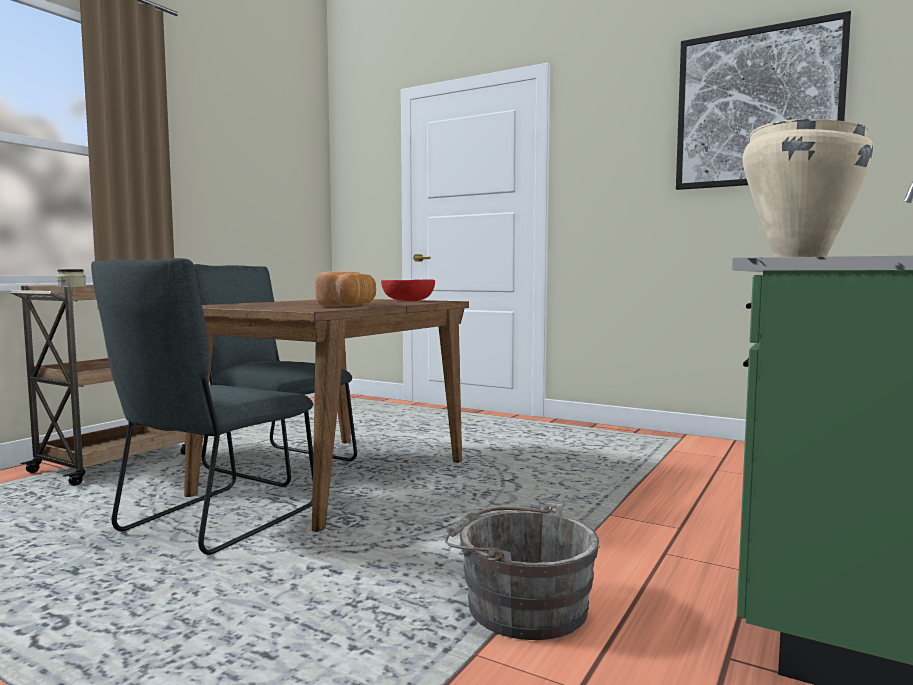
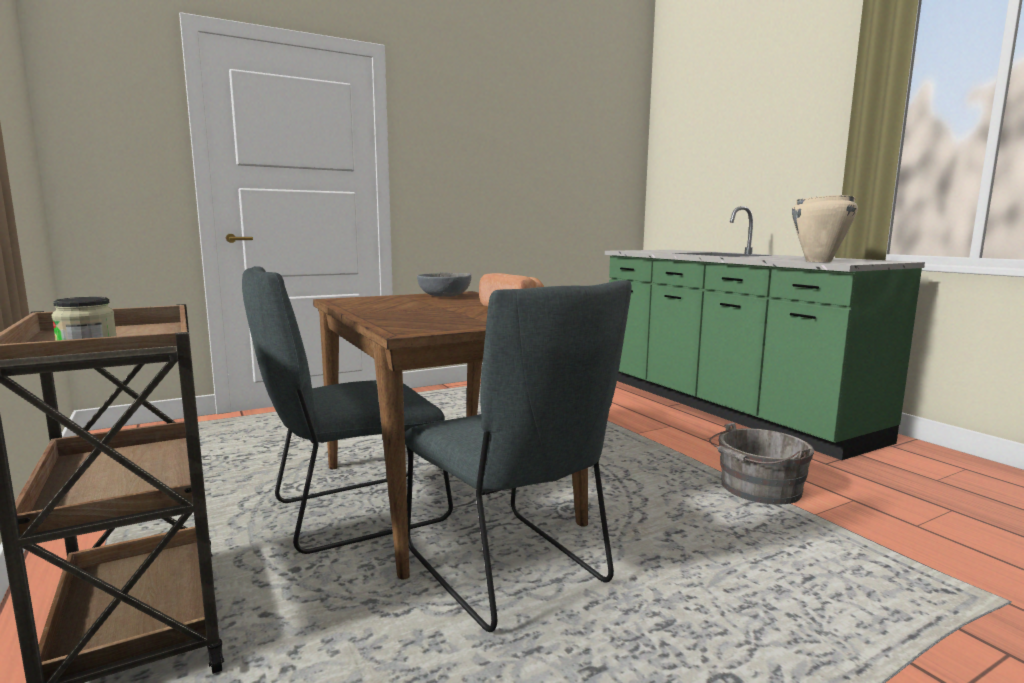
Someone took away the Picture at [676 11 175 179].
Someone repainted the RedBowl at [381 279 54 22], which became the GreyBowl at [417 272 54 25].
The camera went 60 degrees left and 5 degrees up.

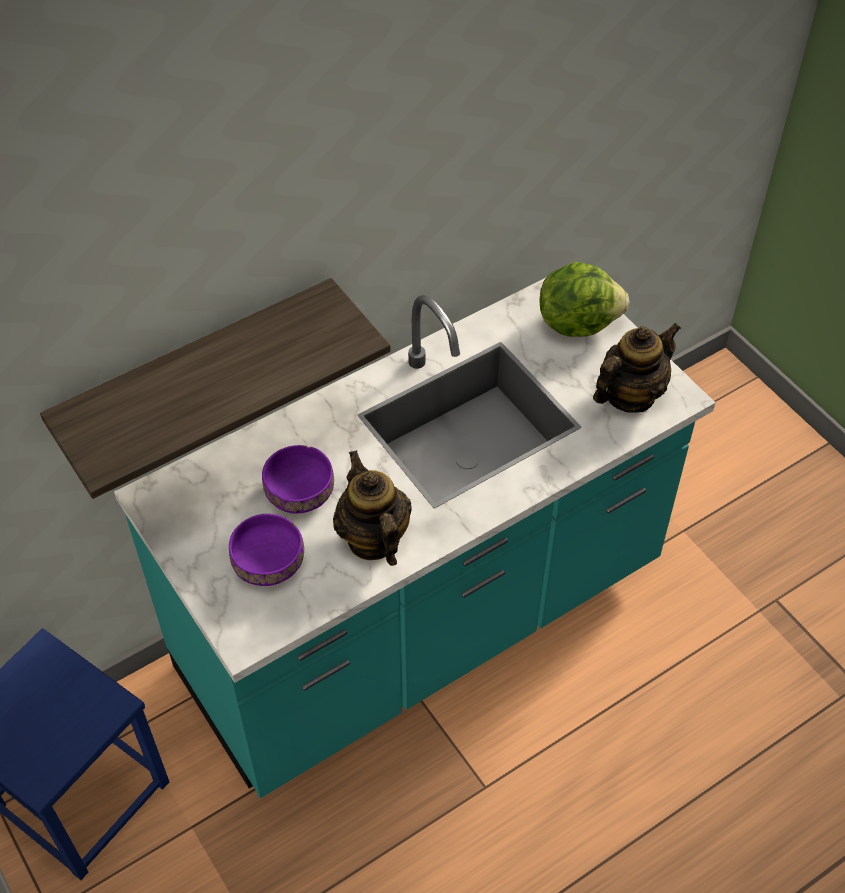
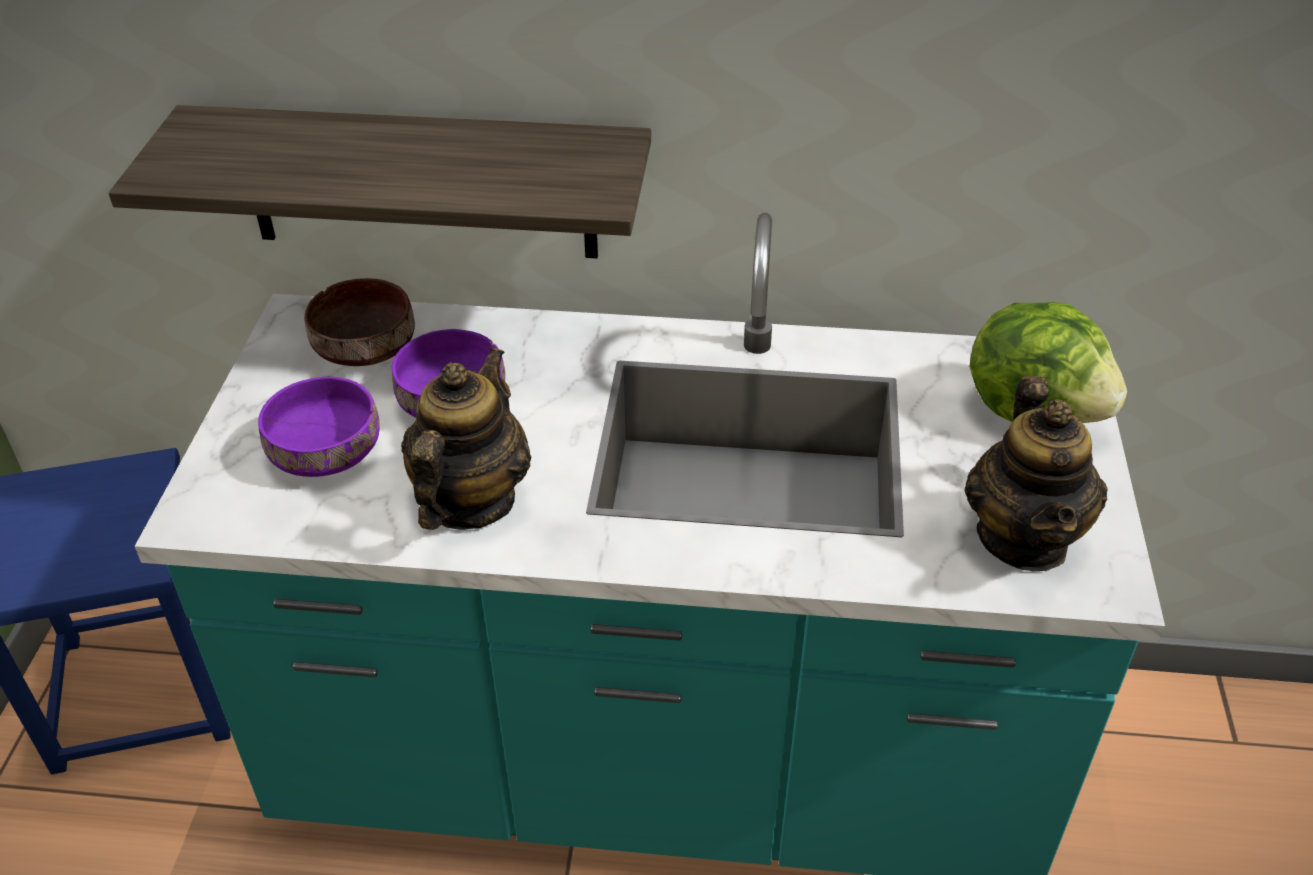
Someone put down the BrownBowl at [304 278 111 88].
Someone rotated the Teapot at [593 323 88 90] by 90 degrees clockwise.
The camera went 40 degrees right and 10 degrees down.

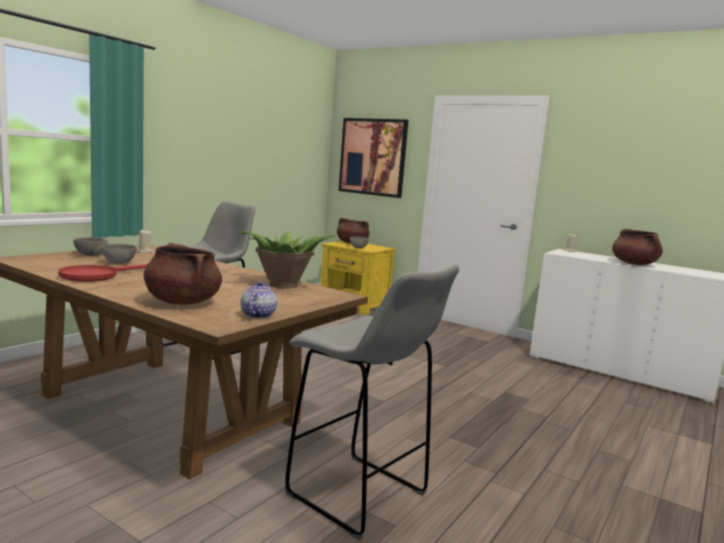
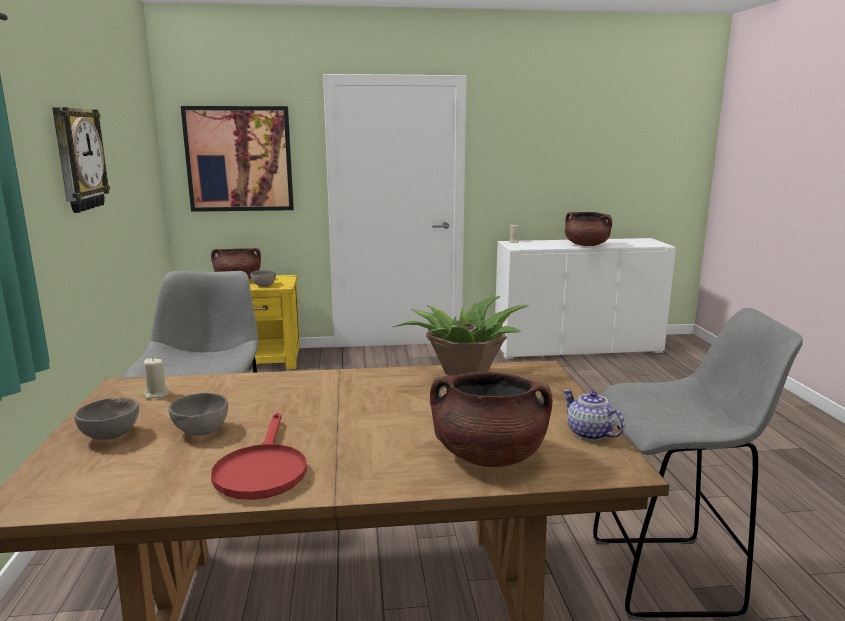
Someone put up the WallClock at [52 107 58 106].
The camera went 40 degrees left and 5 degrees up.

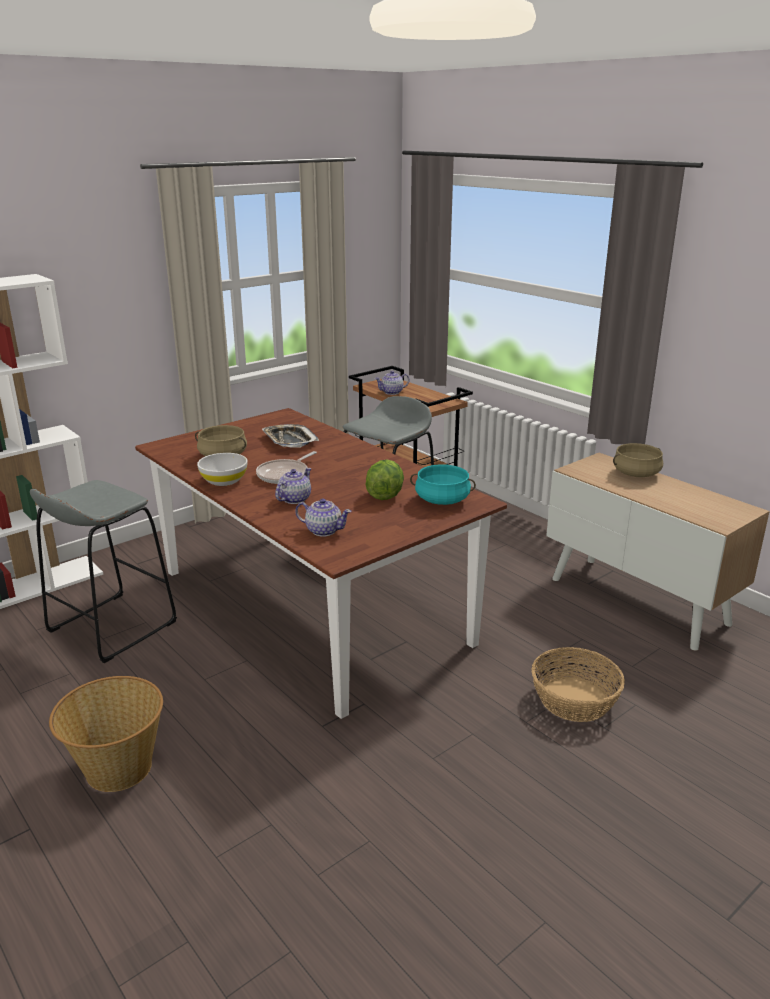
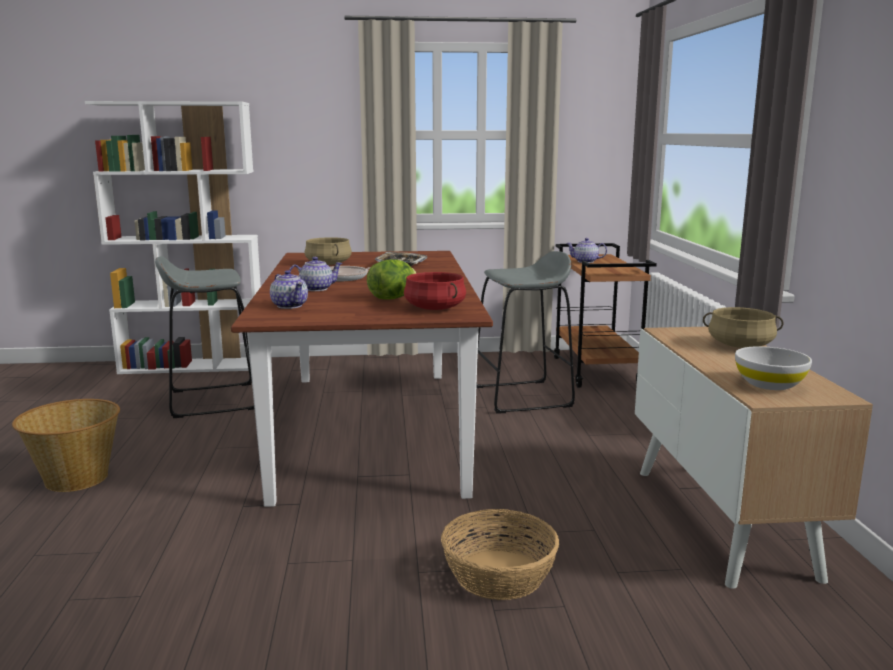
Someone carried the WhiteBowl from [197 453 51 33] to [735 346 77 44].
Someone repainted the TurquoiseCookingPot at [410 464 66 41], which became the RedCookingPot at [404 272 62 38].
The camera went 35 degrees right and 10 degrees down.

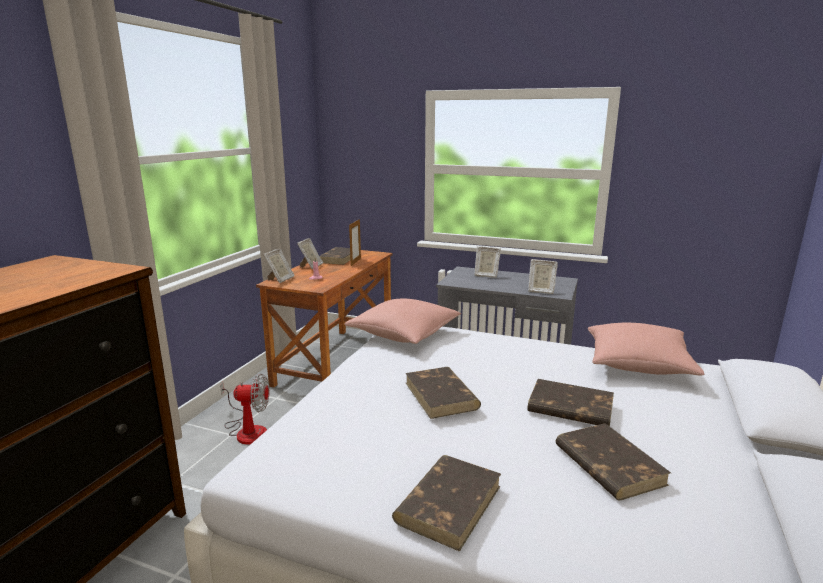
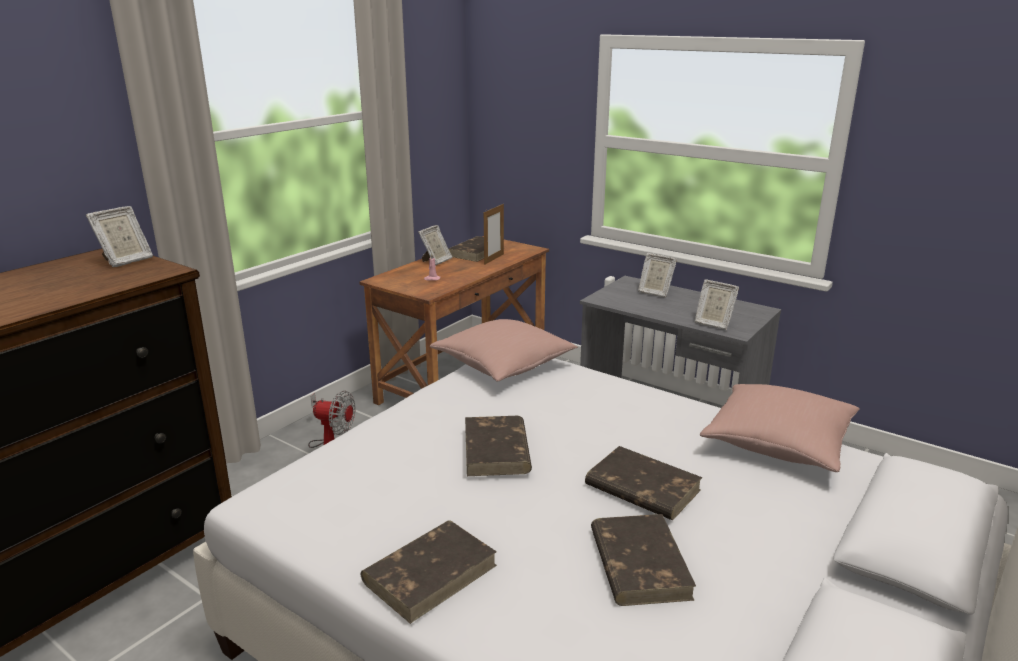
Someone carried the PictureFrame from [263 248 31 35] to [86 206 67 61].
The camera went 15 degrees right and 5 degrees up.

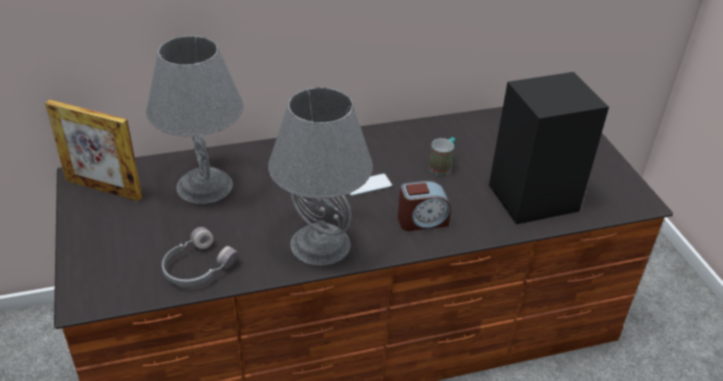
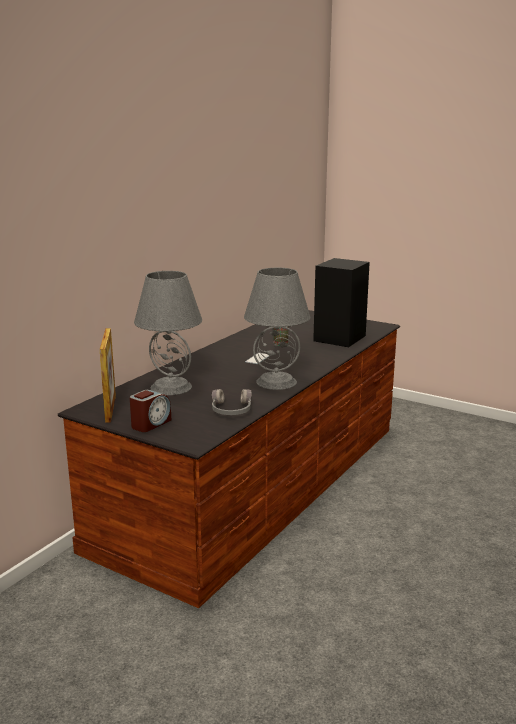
Someone carried the AlarmClock from [398 181 53 50] to [130 390 41 42].
Someone rotated the PictureFrame at [45 99 97 102] by 75 degrees counterclockwise.
The camera went 40 degrees left and 20 degrees down.

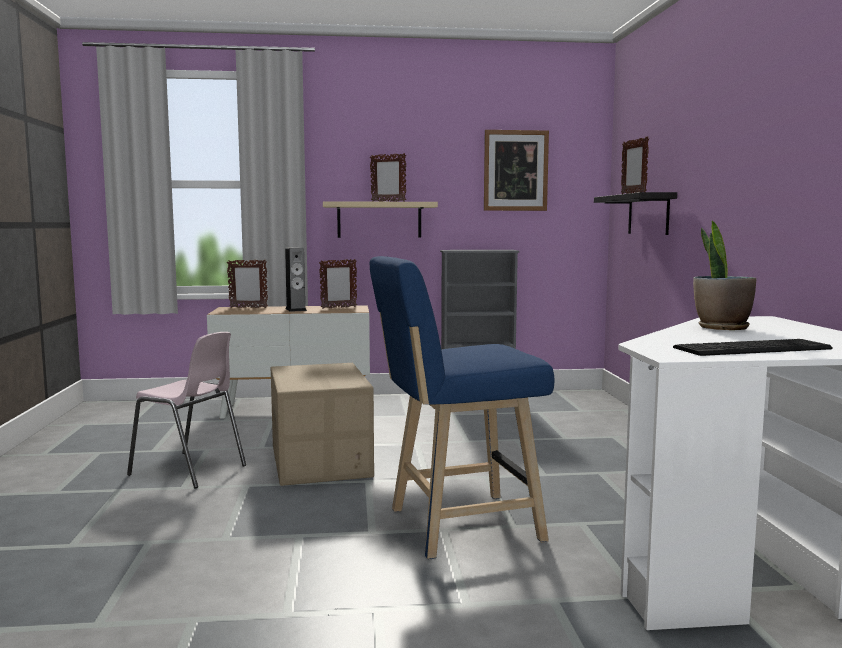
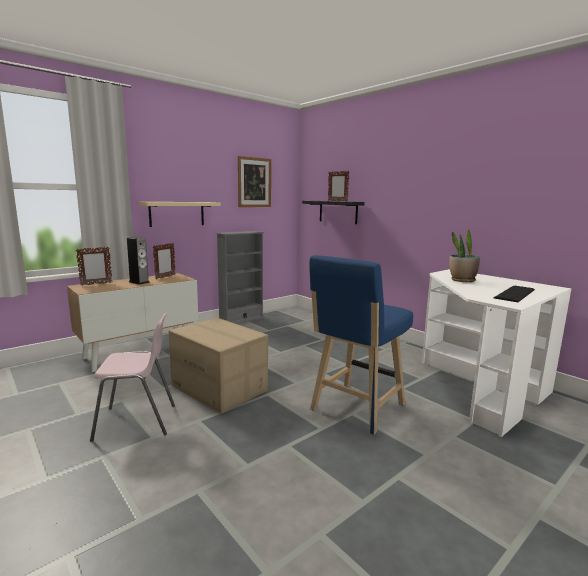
Someone took away the PictureFrame at [370 153 36 49].
The camera went 35 degrees left and 5 degrees up.

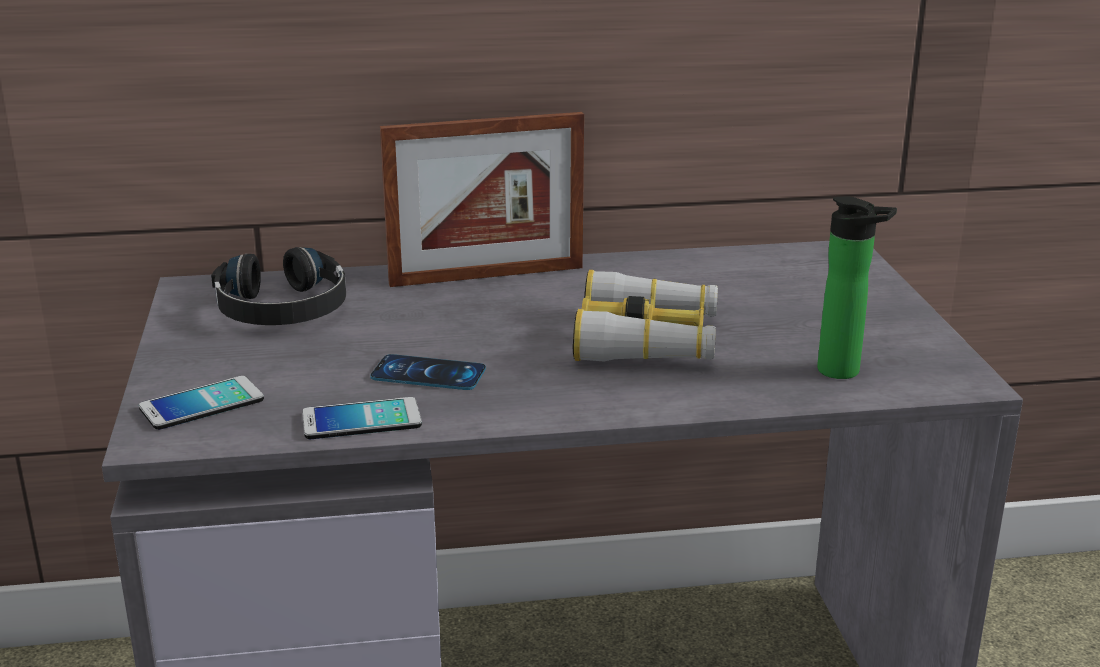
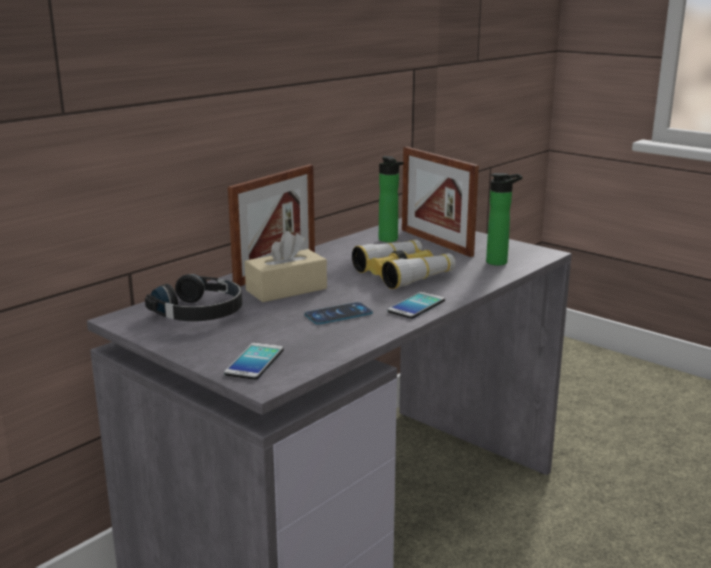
Someone put down the BeigeTissueBox at [245 231 82 71].
Someone put down the Bottle at [379 156 25 86].
Someone put down the PictureFrame at [402 147 77 110].
Someone carried the Phone from [302 397 120 42] to [387 292 58 27].
The camera went 40 degrees left and 5 degrees down.

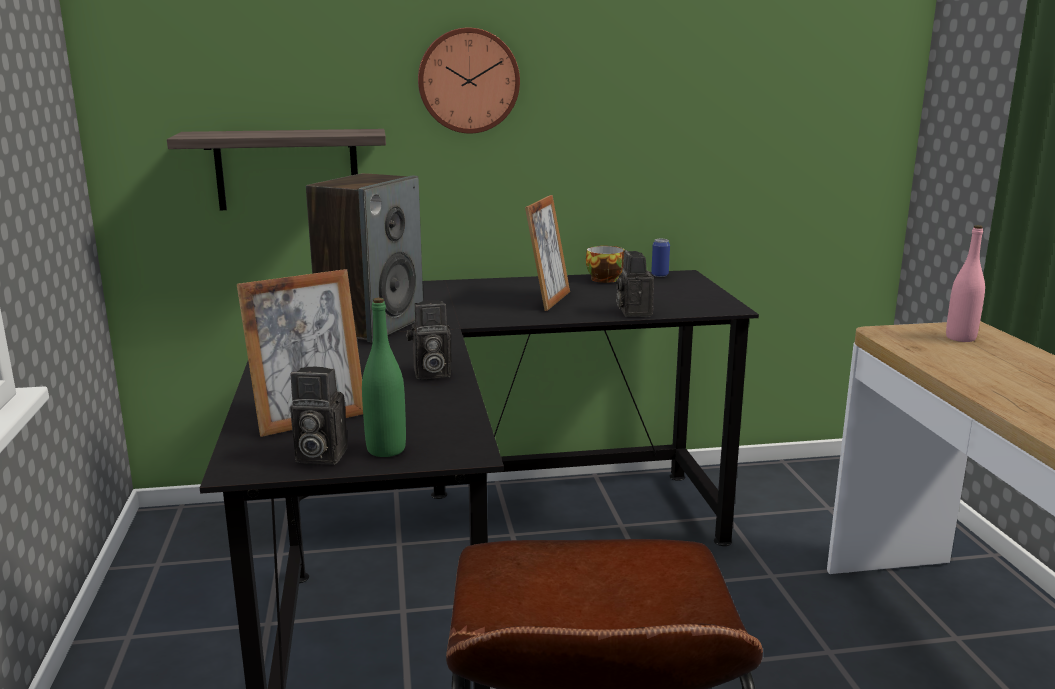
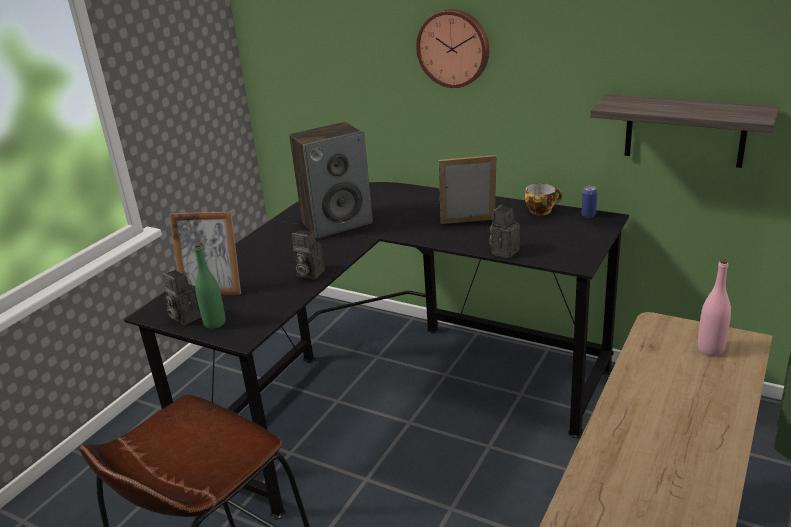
Someone carried the Shelf from [167 129 219 81] to [590 94 189 74].
Someone rotated the PictureFrame at [525 195 45 116] by 150 degrees counterclockwise.
The camera went 40 degrees right and 10 degrees up.

